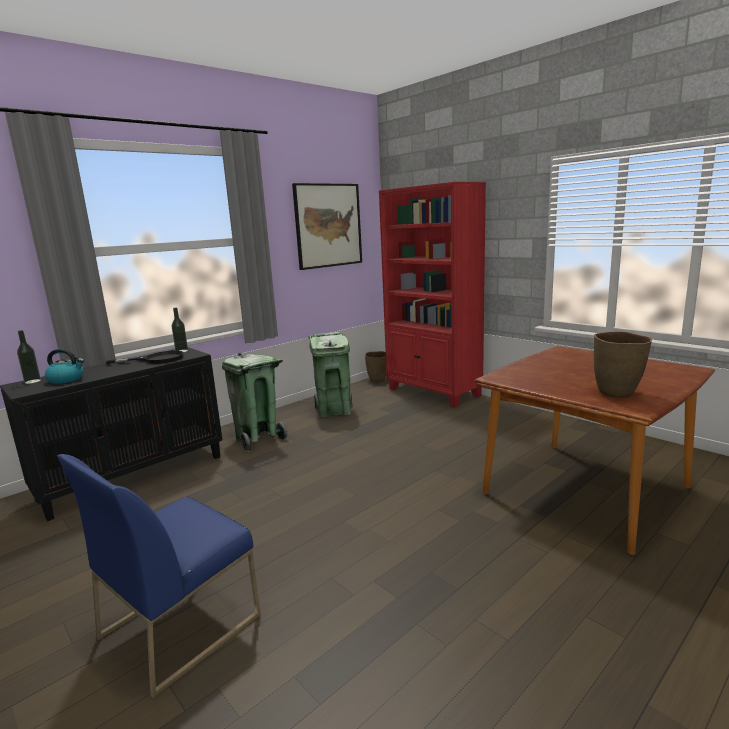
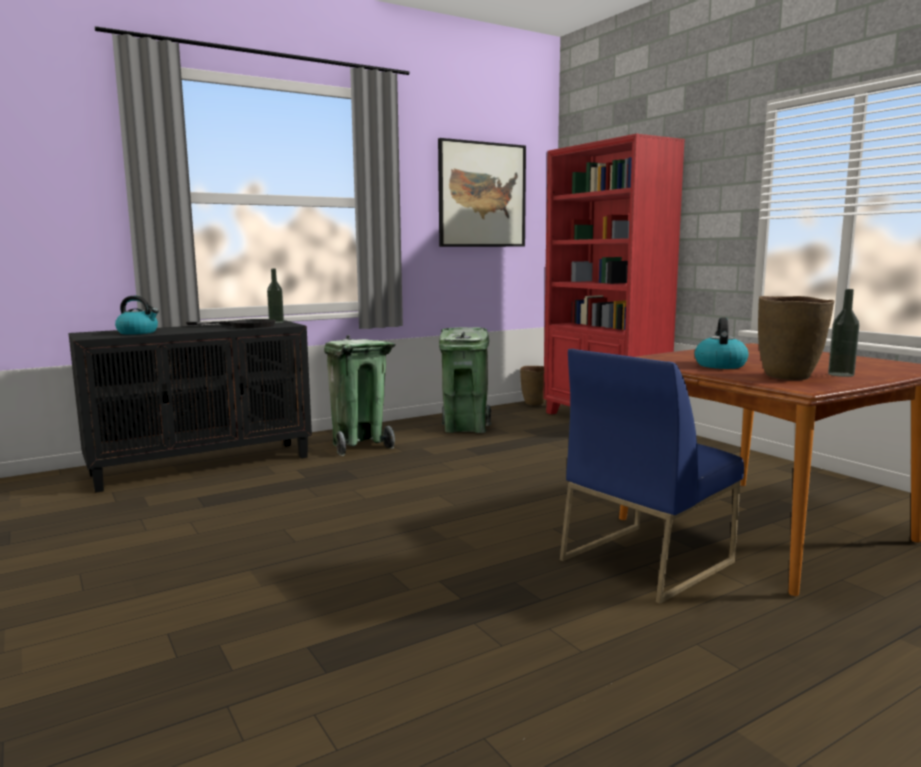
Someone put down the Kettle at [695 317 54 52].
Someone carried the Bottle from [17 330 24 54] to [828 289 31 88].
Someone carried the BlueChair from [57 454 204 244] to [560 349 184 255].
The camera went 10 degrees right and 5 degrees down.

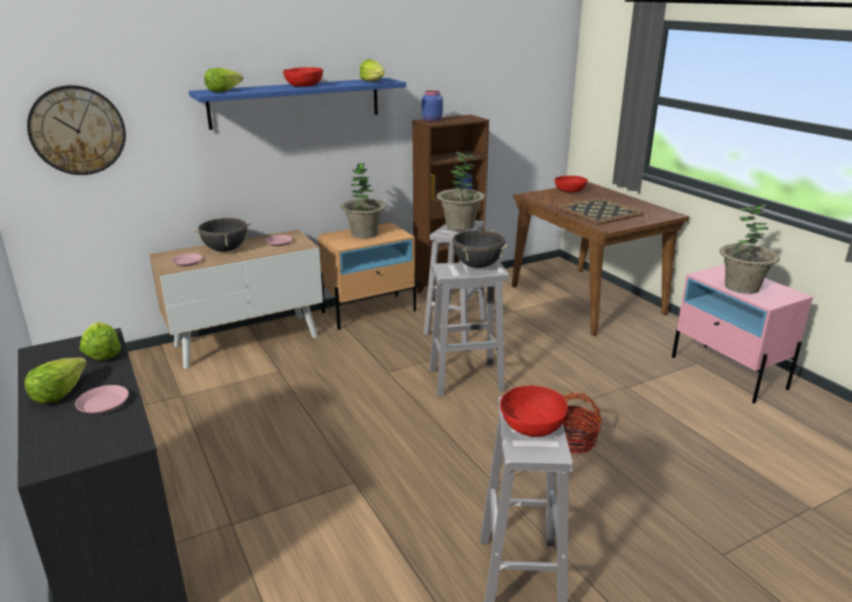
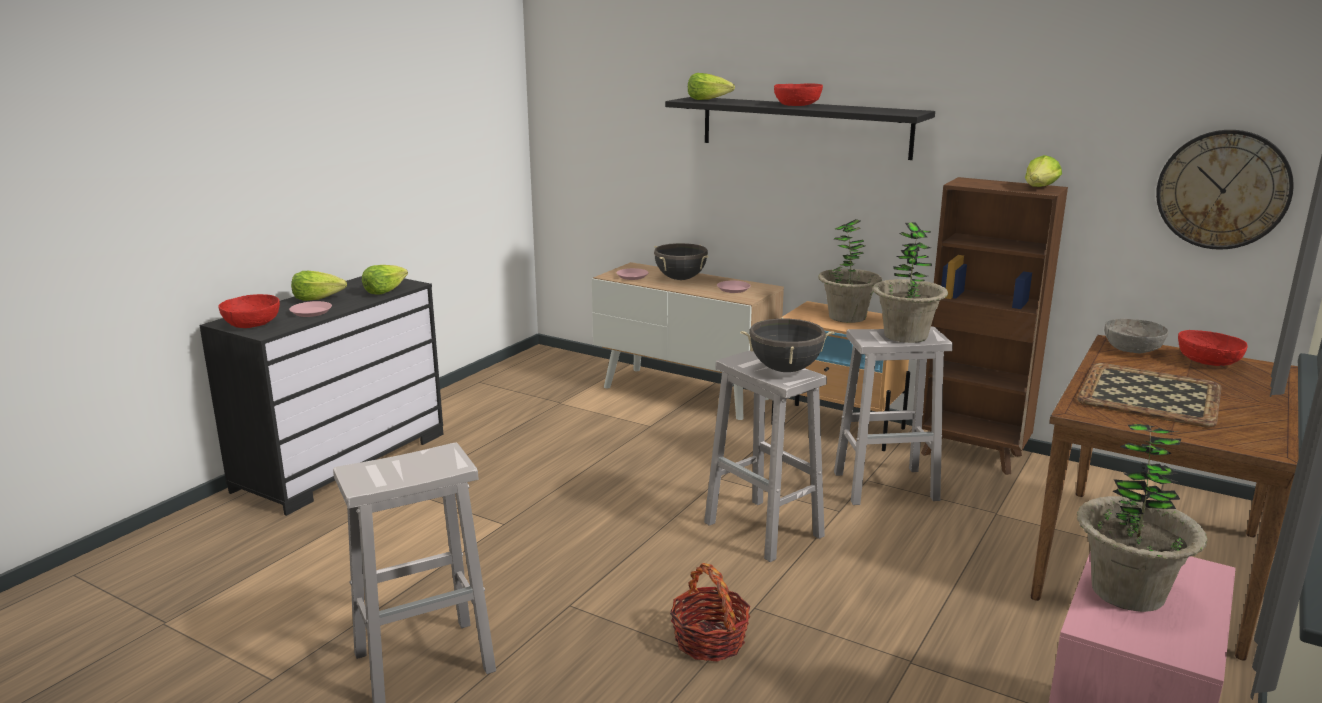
Someone took away the BlueJar at [422 90 21 32].
Someone put down the GreyBowl at [1104 318 64 36].
Someone carried the WallClock from [27 85 99 90] to [1156 130 138 120].
Someone carried the Lettuce from [360 59 25 23] to [1025 155 37 32].
Someone carried the RedBowl from [500 385 68 52] to [219 294 61 34].
Someone repainted the BlueShelf at [189 78 217 52], which became the BlackShelf at [665 97 270 63].
The camera went 60 degrees right and 5 degrees down.

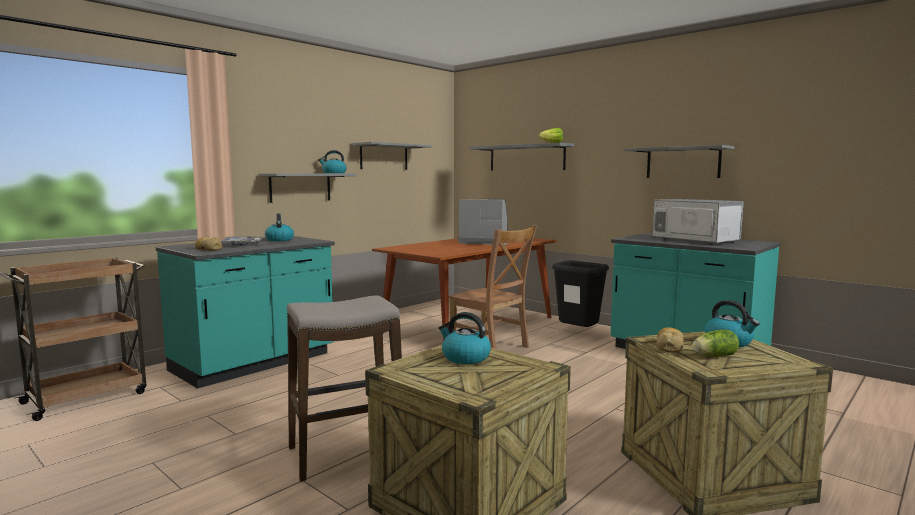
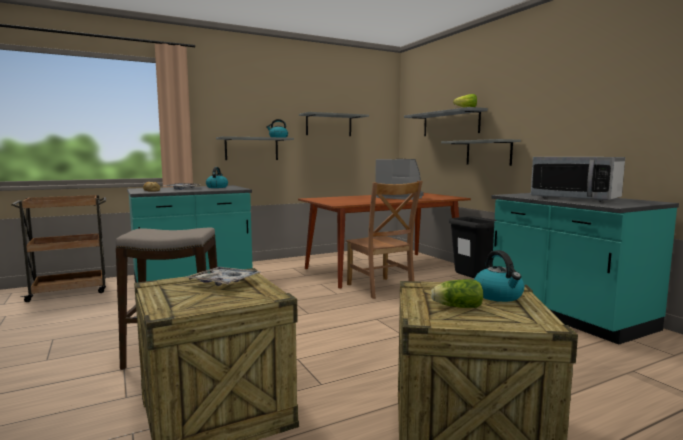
Someone took away the Bread at [656 327 28 26].
Someone carried the GreyShelf from [623 145 112 33] to [441 139 80 27].
Someone swapped the Kettle at [439 312 52 52] for the Tray at [186 267 74 19].
Someone rotated the Microwave at [652 199 92 46] by 150 degrees clockwise.
The camera went 20 degrees right and 0 degrees up.

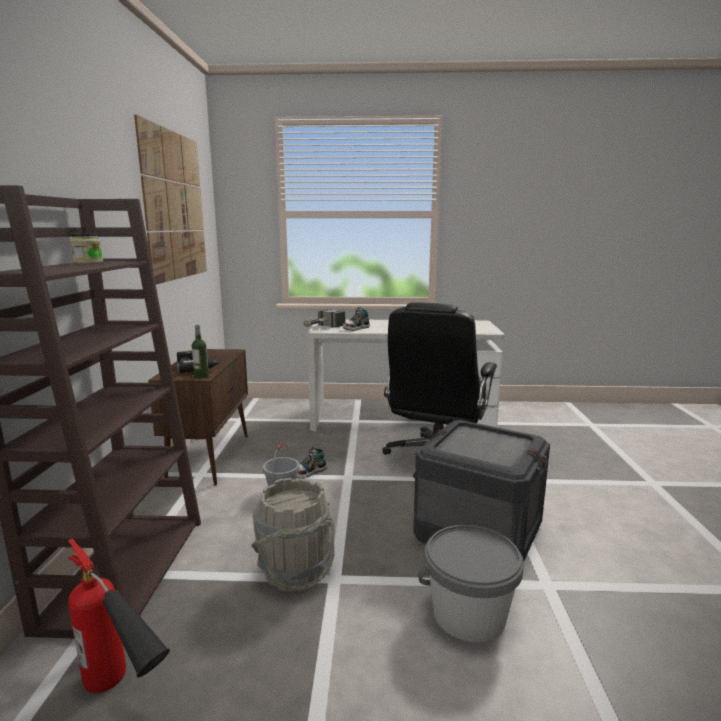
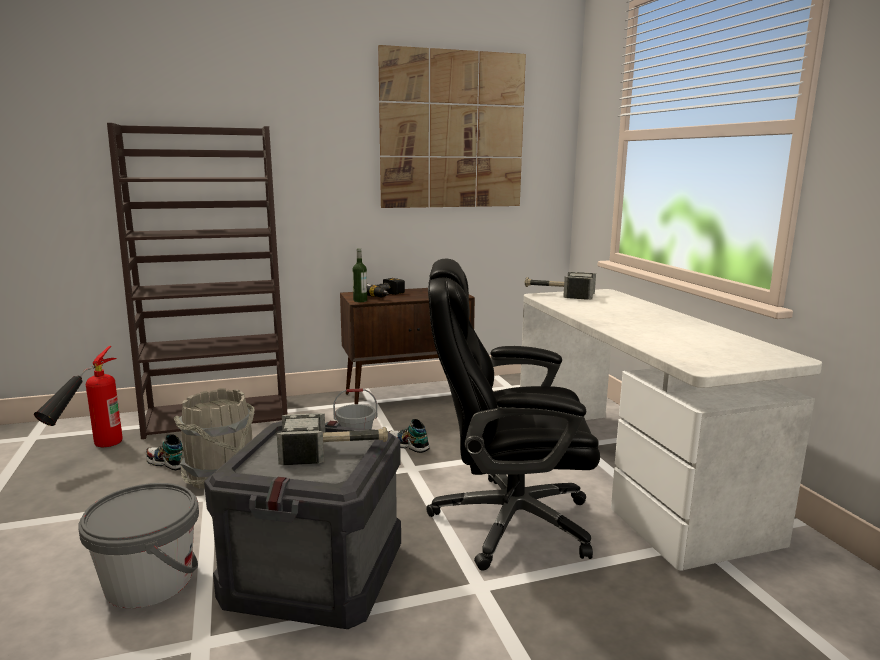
Someone took away the Jar at [70 233 33 31].
Someone put down the Hammer at [277 413 111 52].
Someone carried the Shoe from [343 307 27 24] to [146 434 37 36].
The camera went 70 degrees right and 0 degrees up.

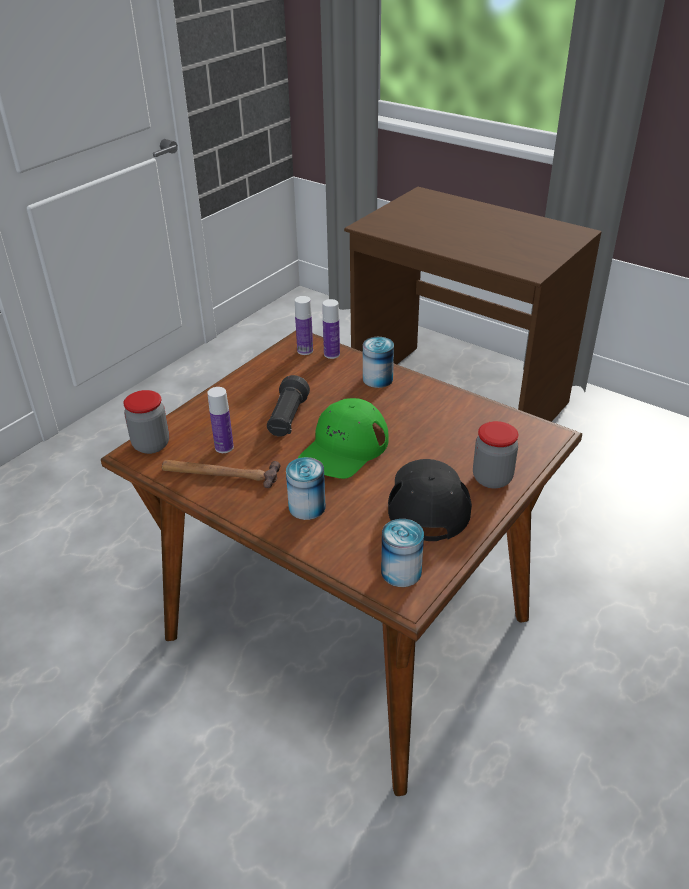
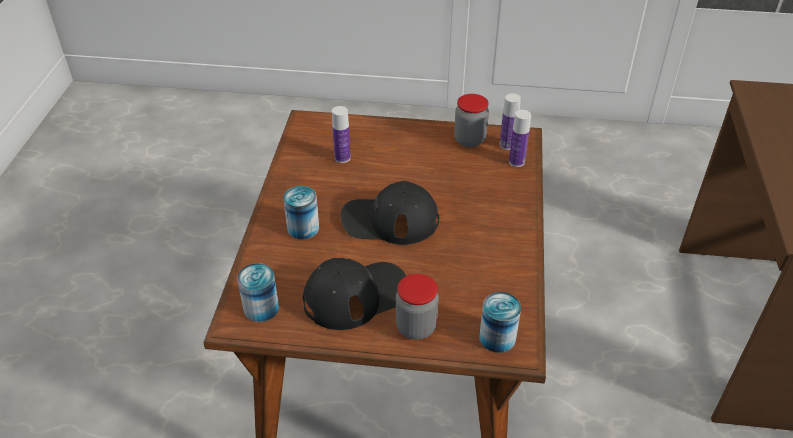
Someone took away the Hammer at [162 460 119 28].
Someone took away the BlackFlashlight at [267 375 43 62].
Someone carried the Jar from [123 390 46 64] to [454 94 35 53].
Someone carried the Can from [363 337 31 51] to [479 292 42 61].
Someone repainted the GreenCap at [298 398 91 81], which became the BlackCap at [341 181 98 64].
The camera went 60 degrees right and 5 degrees up.

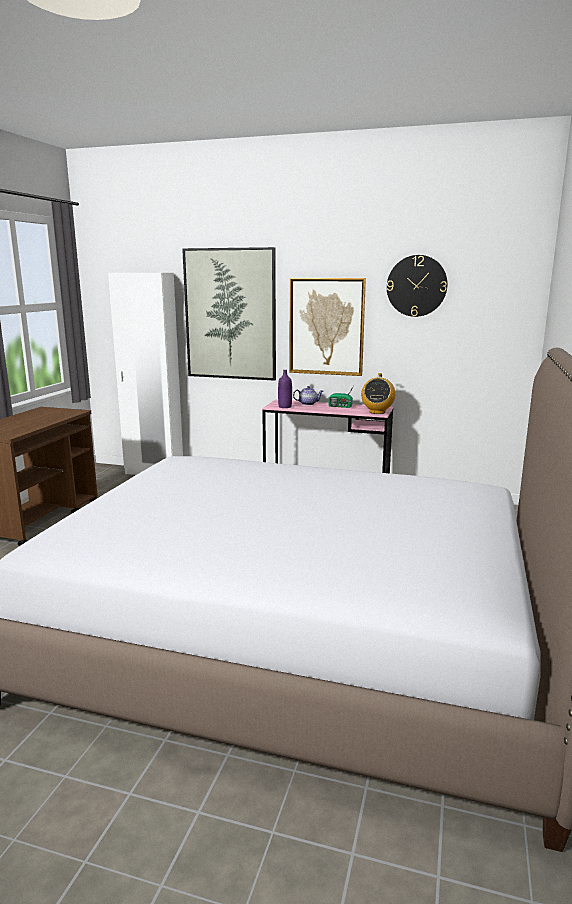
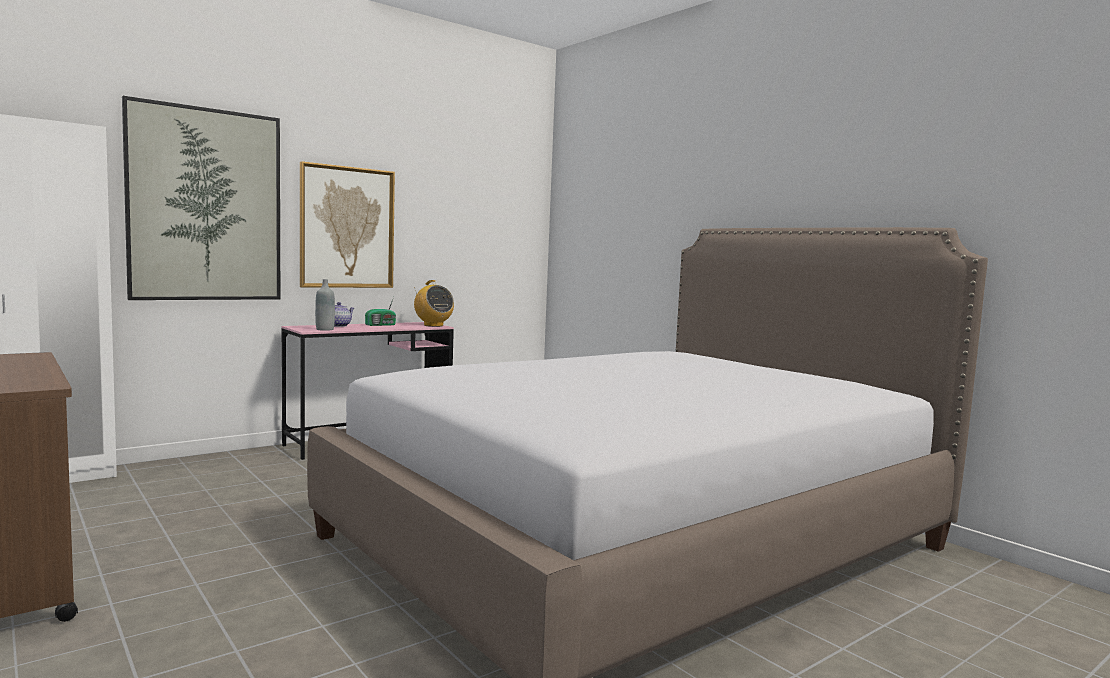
Someone took away the WallClock at [387 255 61 62].
Someone repainted the PurpleBottle at [278 370 14 38], which became the GreyBottle at [315 279 20 52].
The camera went 55 degrees left and 10 degrees down.

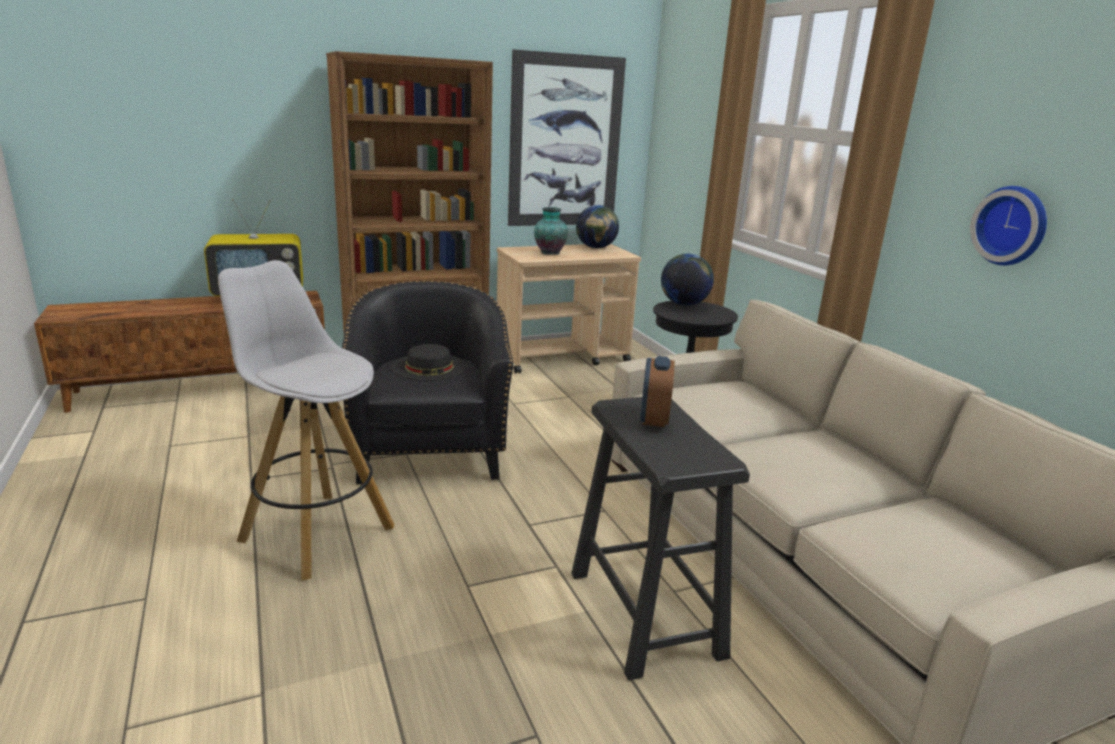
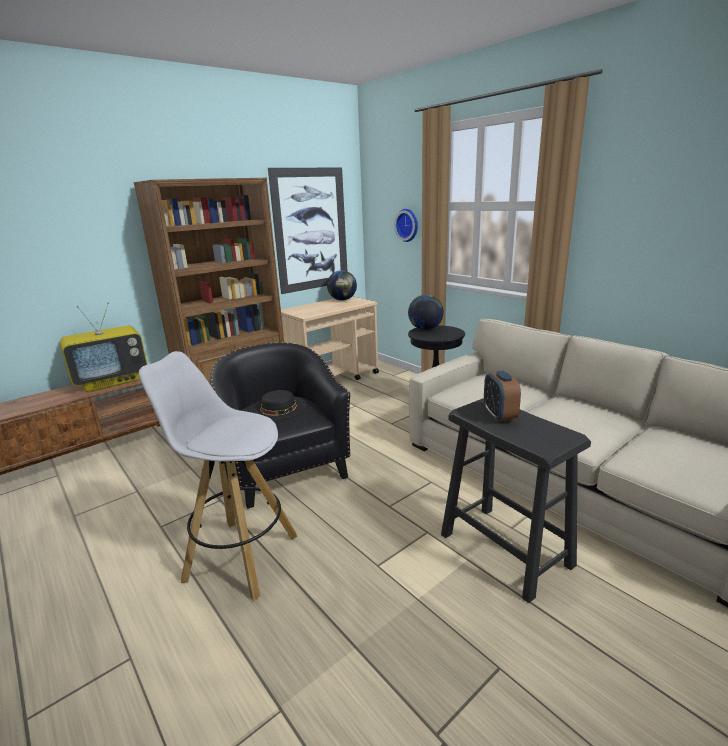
Someone took away the Vase at [534 207 34 48].
Someone carried the WallClock from [970 186 77 79] to [394 209 24 33].
The camera went 15 degrees left and 0 degrees up.

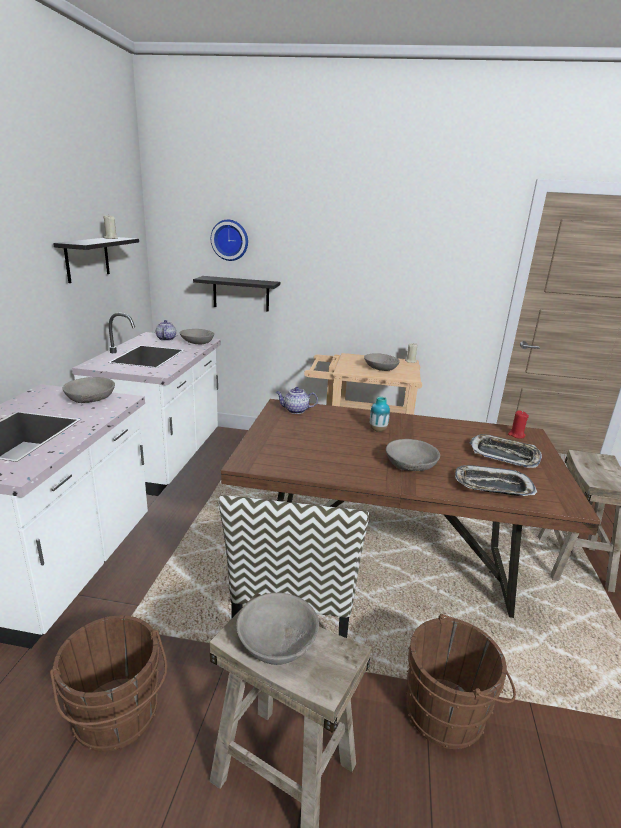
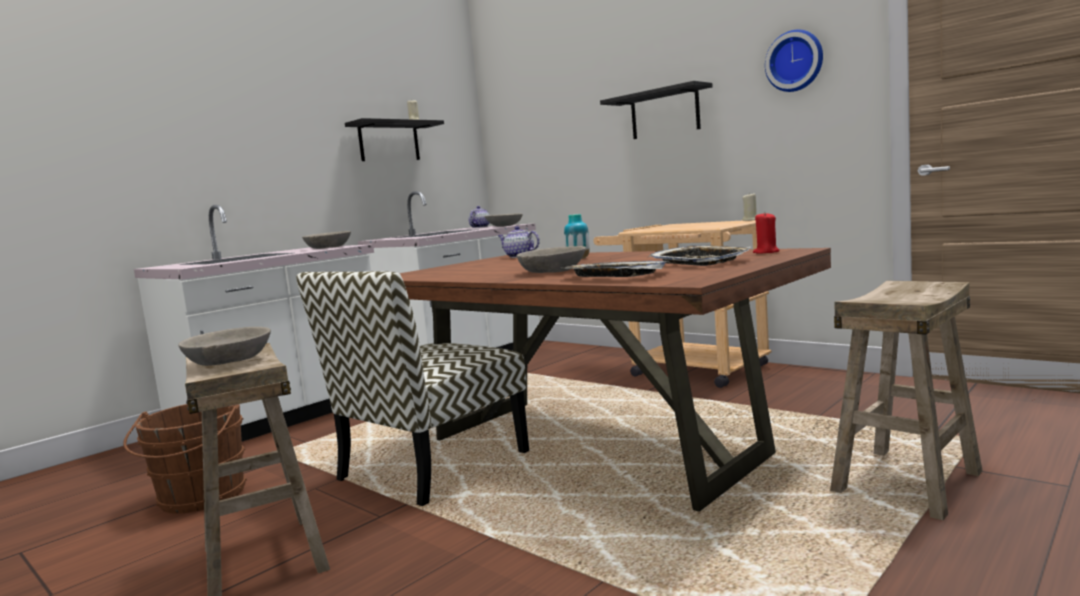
Someone took away the GreyBowl at [364 353 36 18].
Someone took away the BrownBucket at [406 614 110 135].
Someone carried the BlackShelf from [193 276 87 36] to [600 81 113 58].
Someone carried the WallClock from [211 220 37 41] to [765 29 58 63].
The camera went 35 degrees right and 15 degrees down.

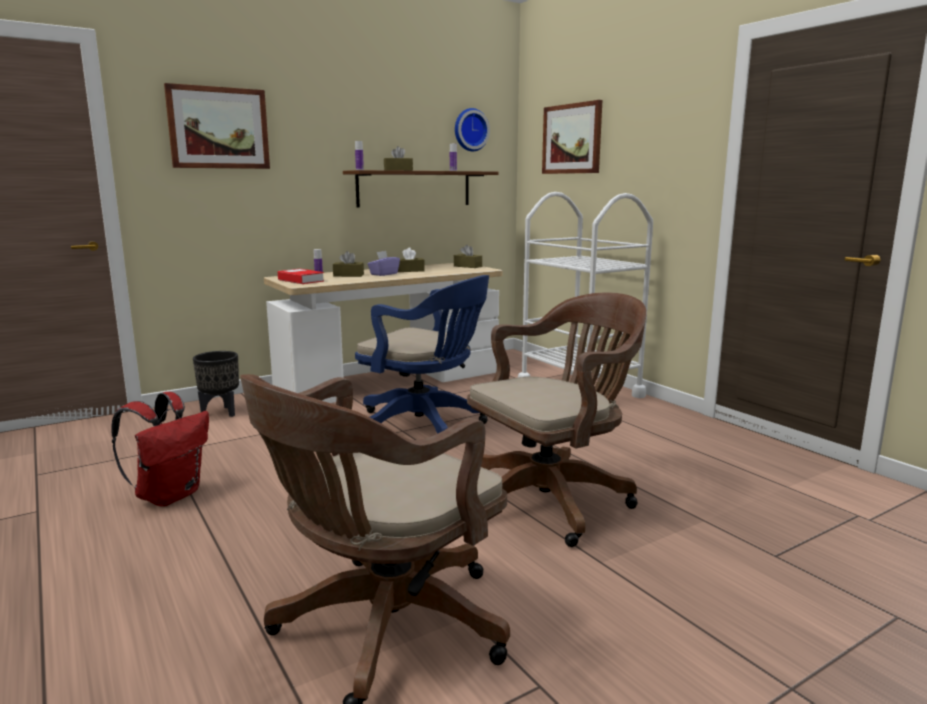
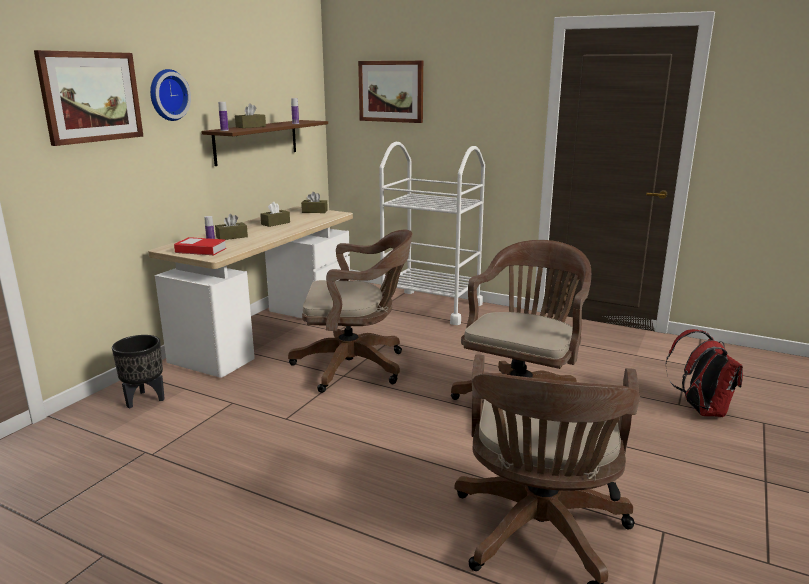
Someone took away the PurpleTissueBox at [368 251 32 25].
Someone carried the RedBackpack from [111 392 98 115] to [665 329 78 88].
Someone carried the WallClock from [455 108 35 43] to [150 69 41 52].
Someone repainted the BlueOfficeChair at [355 275 134 158], which became the BrownOfficeChair at [288 230 125 163].
The camera went 30 degrees left and 5 degrees up.

